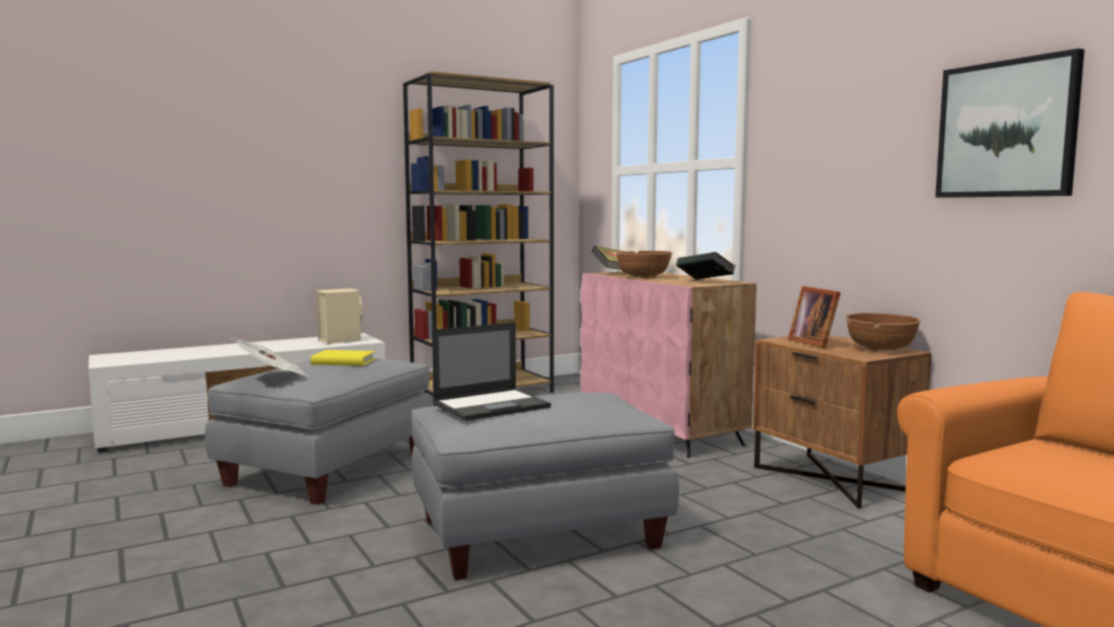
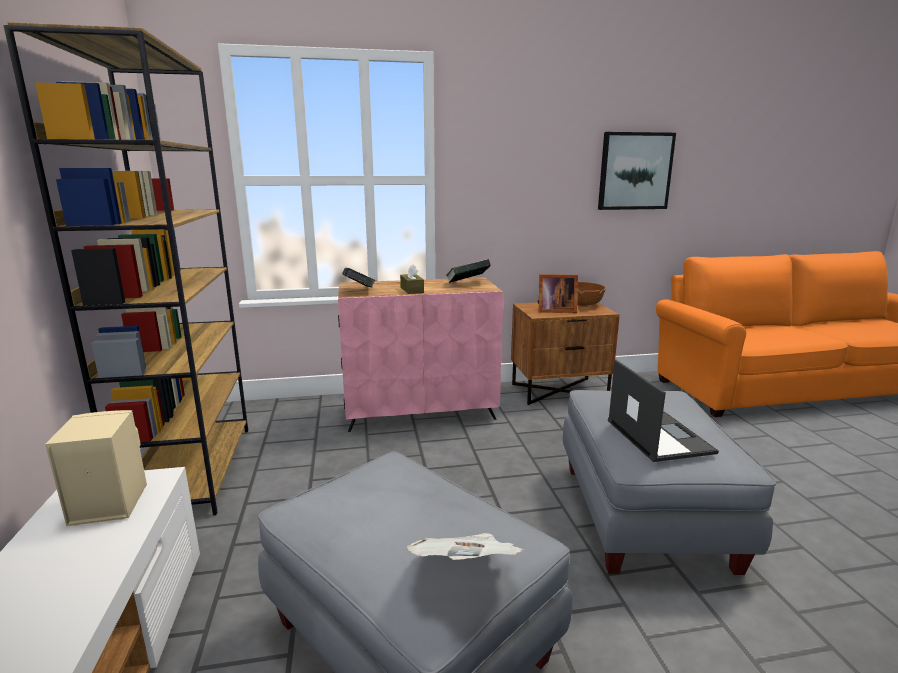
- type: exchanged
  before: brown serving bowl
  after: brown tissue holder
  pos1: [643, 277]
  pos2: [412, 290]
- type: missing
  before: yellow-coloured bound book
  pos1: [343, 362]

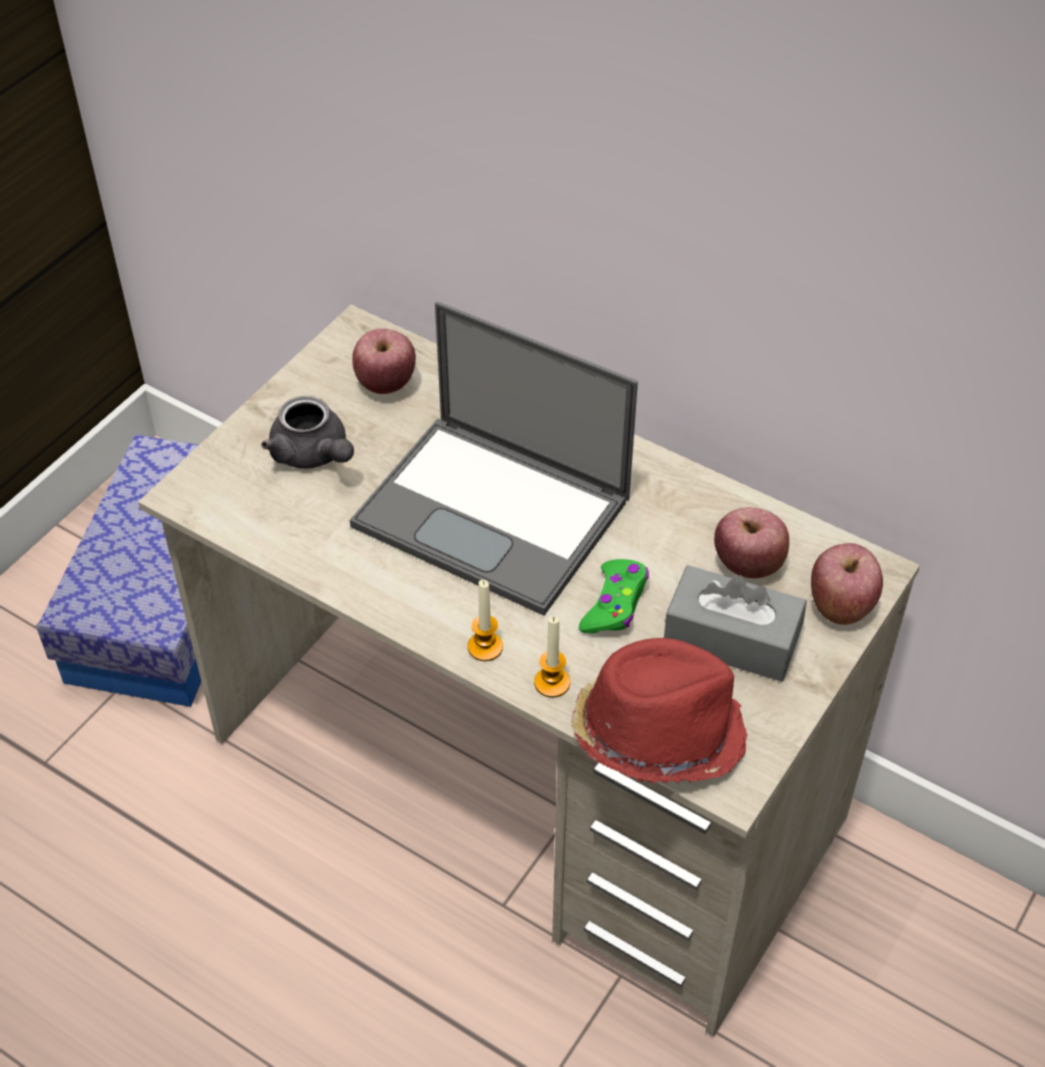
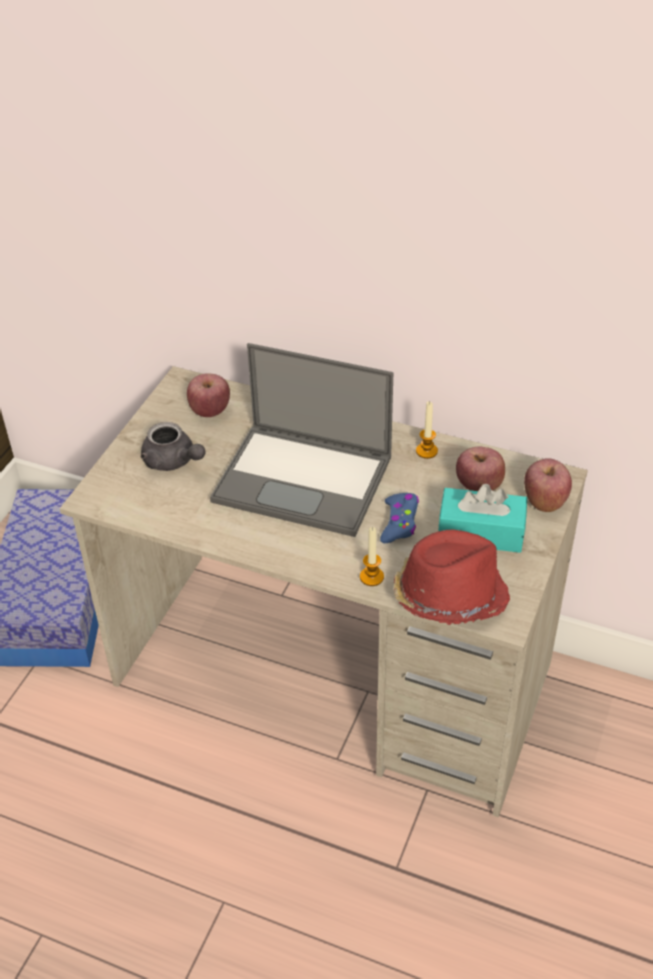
- type: colour
  before: green game controller
  after: blue game controller
  pos1: [615, 604]
  pos2: [399, 523]
- type: relocated
  before: wax light
  pos1: [485, 647]
  pos2: [426, 451]
- type: colour
  before: greyish tissue holder
  after: turquoise-coloured tissue holder
  pos1: [731, 639]
  pos2: [481, 532]

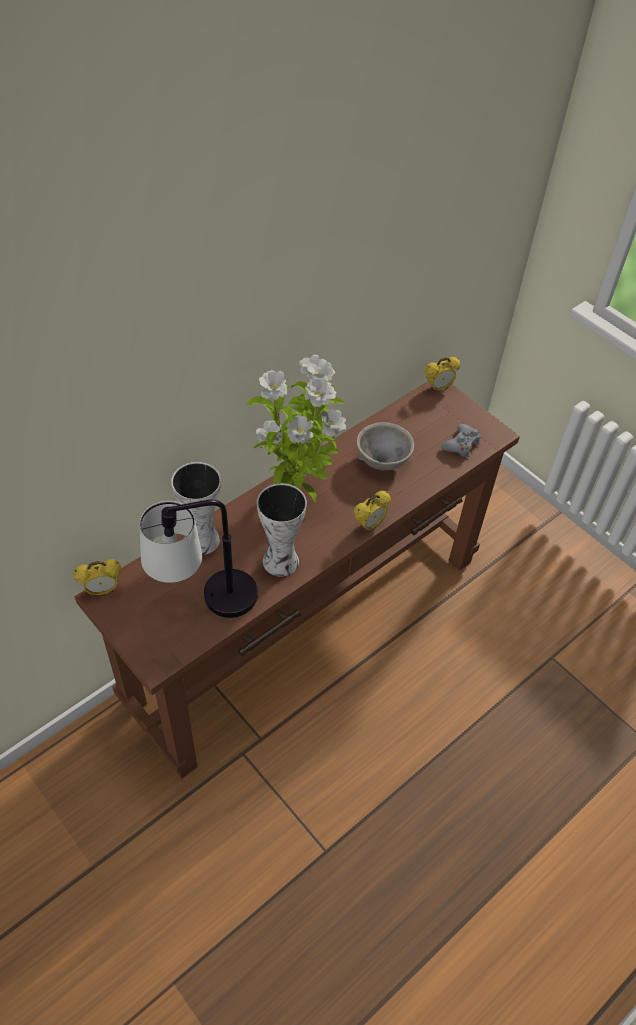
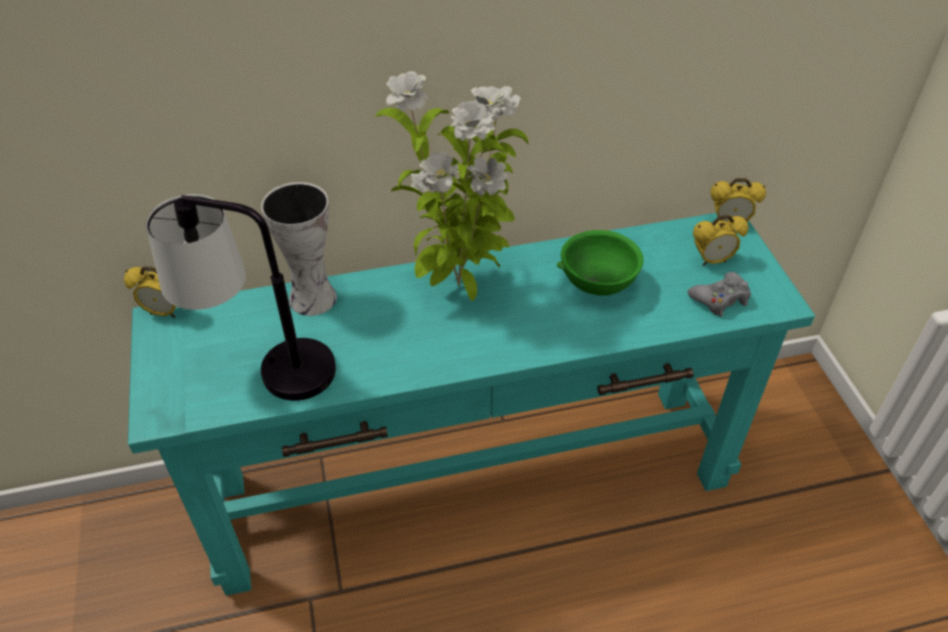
- type: colour
  before: brown hall table
  after: turquoise-coloured hall table
  pos1: [307, 628]
  pos2: [473, 484]
- type: colour
  before: greyish serving bowl
  after: green serving bowl
  pos1: [382, 461]
  pos2: [596, 284]
- type: relocated
  before: alarm clock
  pos1: [369, 525]
  pos2: [712, 261]
- type: missing
  before: decorative vase
  pos1: [280, 563]

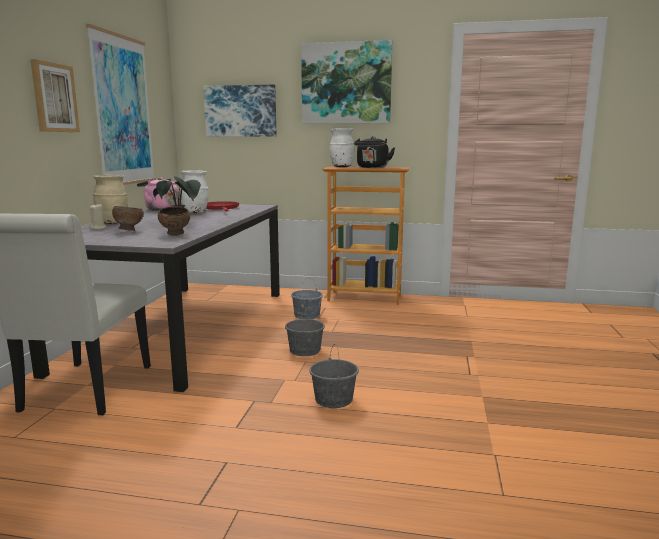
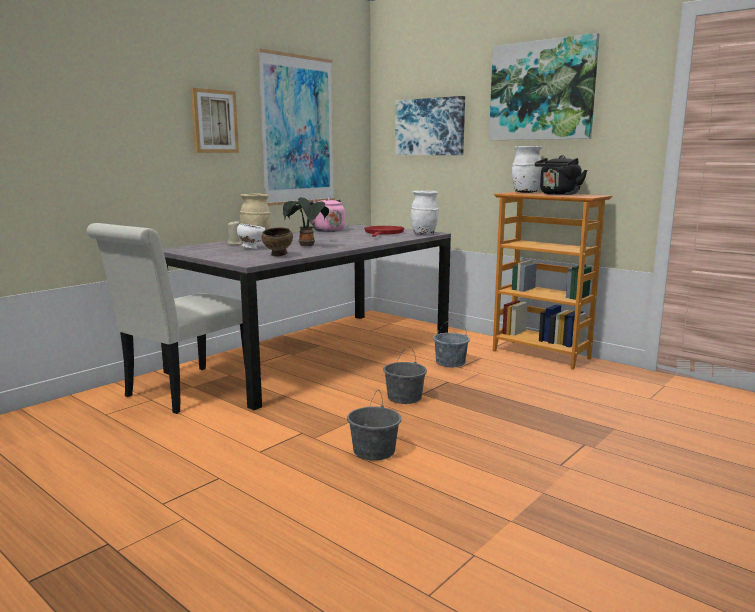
- type: colour
  before: brown serving bowl
  after: white serving bowl
  pos1: [129, 230]
  pos2: [251, 248]
- type: relocated
  before: white decorative vase
  pos1: [196, 212]
  pos2: [424, 234]

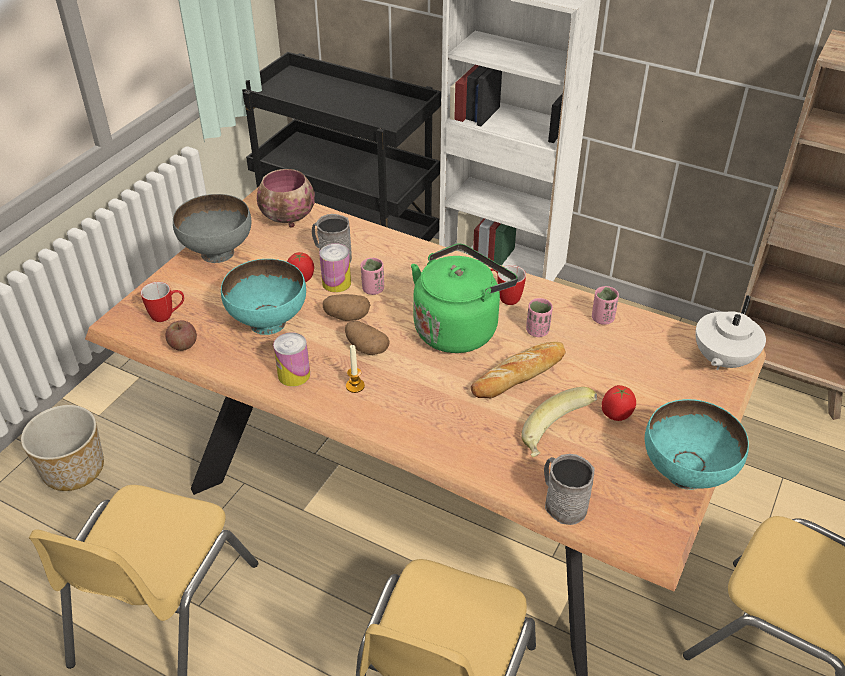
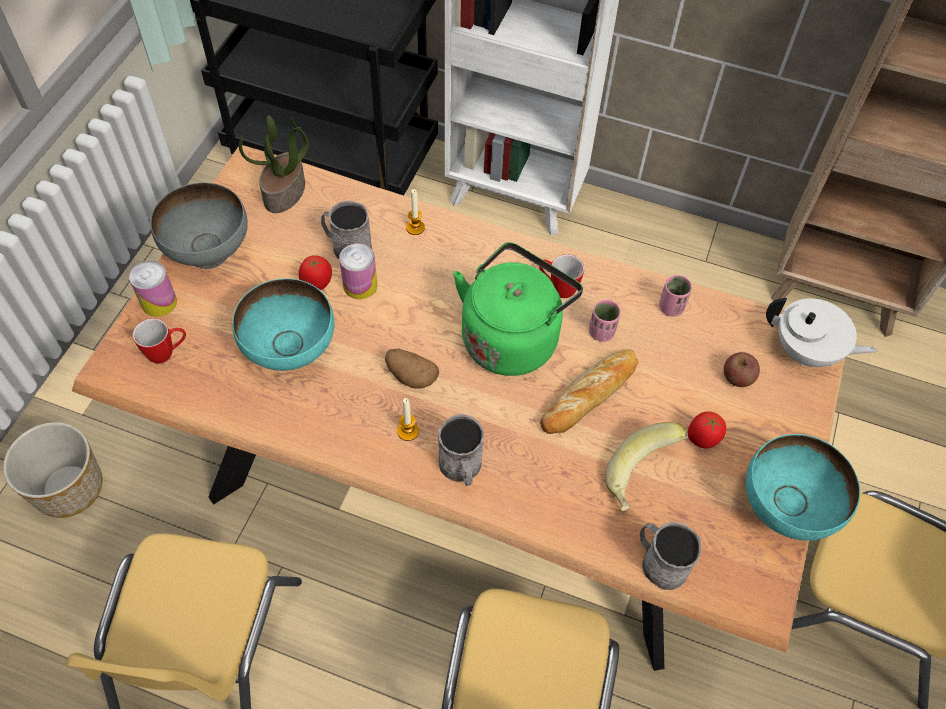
- type: relocated
  before: can
  pos1: [294, 375]
  pos2: [159, 302]
- type: exchanged
  before: serving bowl
  after: houseplant
  pos1: [288, 218]
  pos2: [285, 193]
- type: appeared
  after: wax light
  pos2: [415, 228]
- type: appeared
  after: greyish tea mug
  pos2: [461, 468]
- type: relocated
  before: apple fruit
  pos1: [183, 345]
  pos2: [737, 377]
- type: spun
  before: white tea pot
  pos1: [721, 360]
  pos2: [806, 352]
  turn: -90
- type: missing
  before: spud
  pos1: [346, 317]
- type: missing
  before: pink small cup
  pos1: [373, 289]

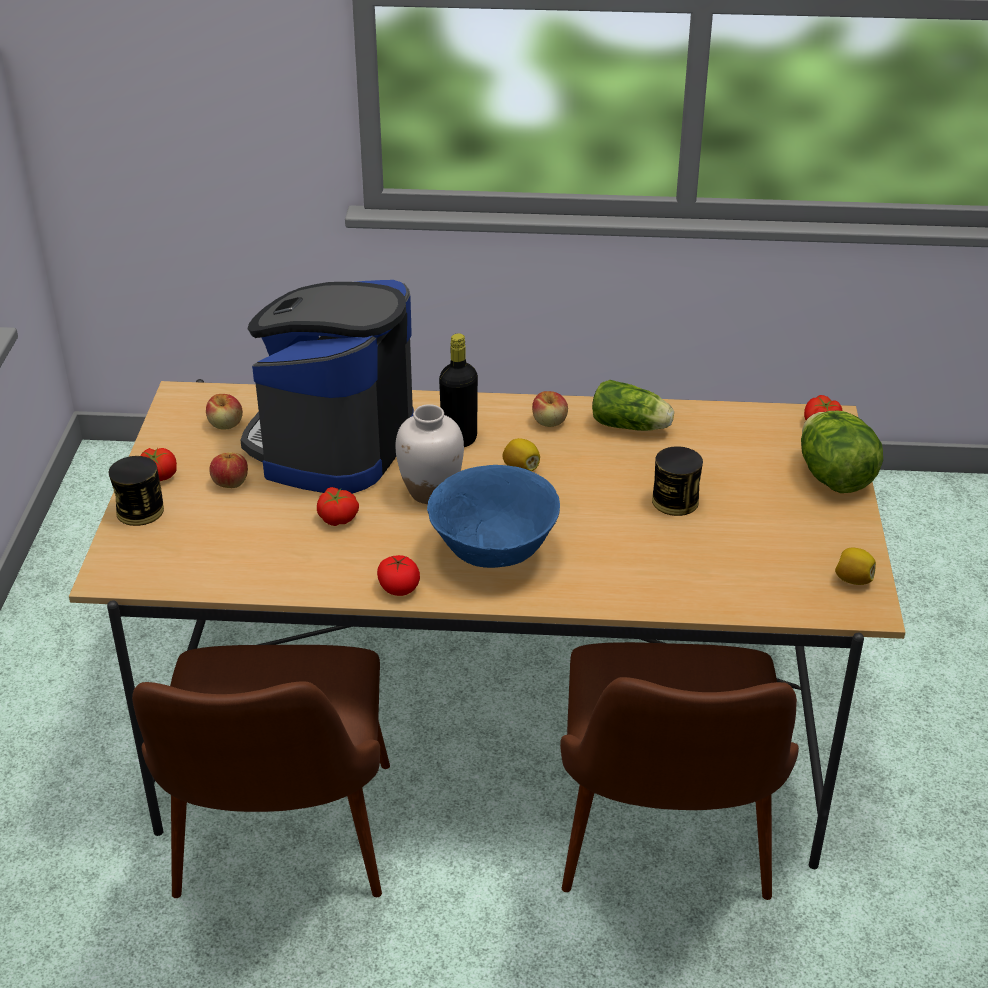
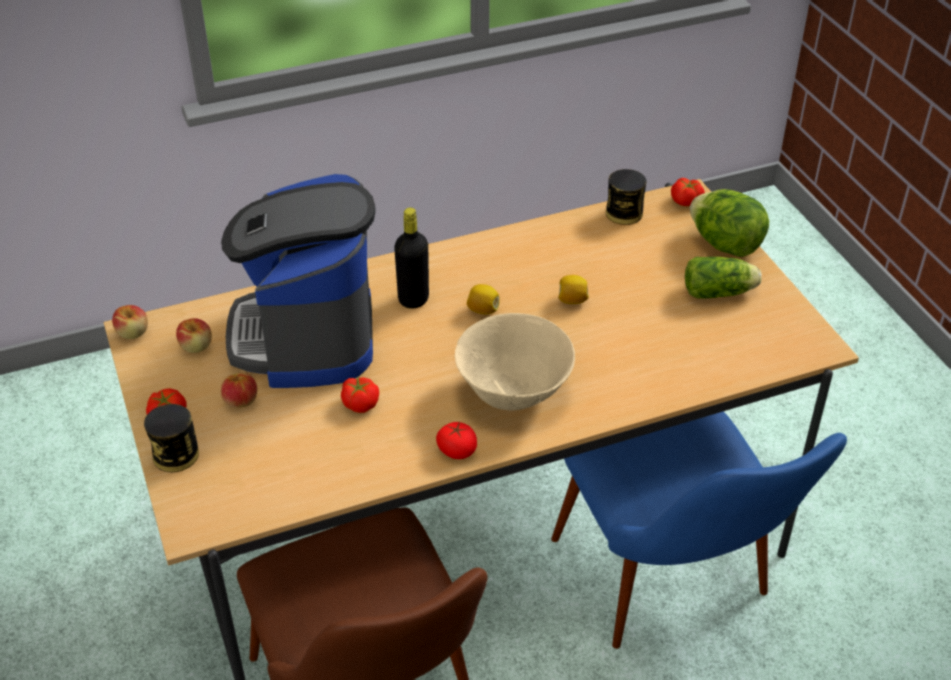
- type: relocated
  before: apple fruit
  pos1: [549, 422]
  pos2: [133, 333]
- type: colour
  before: blue serving bowl
  after: sand-coloured serving bowl
  pos1: [494, 554]
  pos2: [514, 394]
- type: colour
  before: brown plain chair
  after: blue plain chair
  pos1: [664, 861]
  pos2: [675, 593]
- type: relocated
  before: lemon
  pos1: [853, 579]
  pos2: [572, 300]
- type: relocated
  before: can
  pos1: [675, 501]
  pos2: [624, 213]
- type: relocated
  before: head of lettuce
  pos1: [632, 426]
  pos2: [720, 292]
- type: missing
  before: white decorative vase
  pos1: [431, 492]

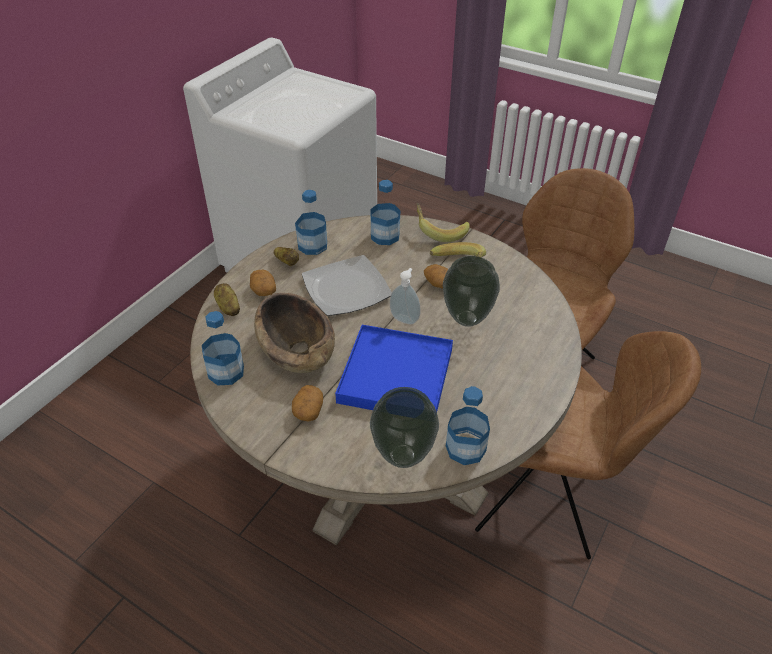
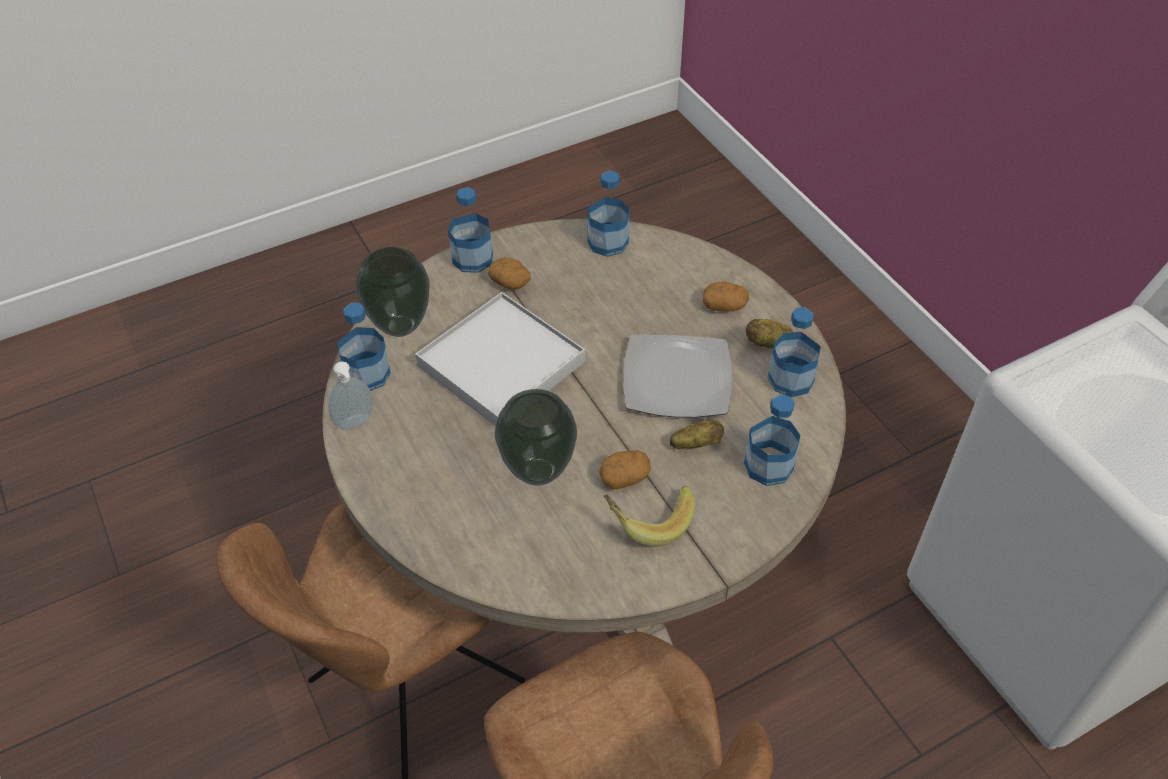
- type: relocated
  before: soap dispenser
  pos1: [405, 319]
  pos2: [356, 423]
- type: colour
  before: blue tray
  after: white tray
  pos1: [395, 375]
  pos2: [501, 364]
- type: appeared
  after: beverage bottle
  pos2: [472, 259]
- type: relocated
  before: spud
  pos1: [228, 307]
  pos2: [695, 444]
- type: missing
  before: brown serving bowl
  pos1: [297, 350]
- type: missing
  before: banana fruit
  pos1: [440, 231]

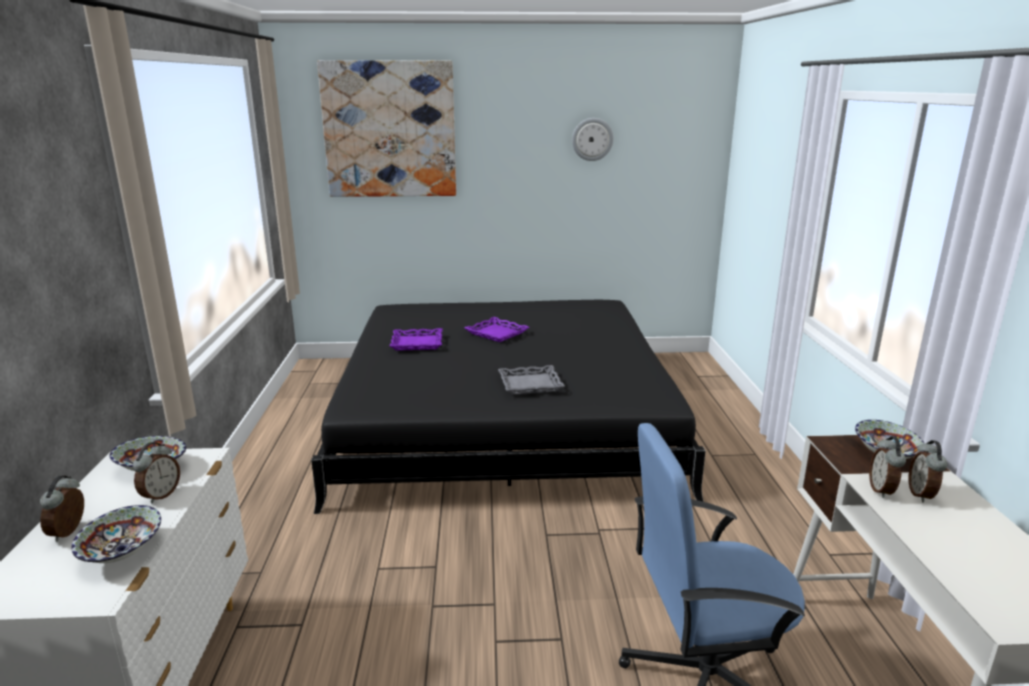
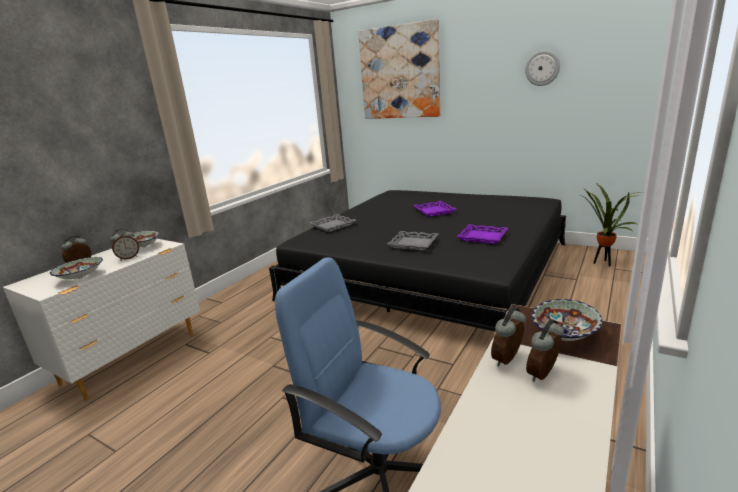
- type: appeared
  after: greyish tray
  pos2: [332, 225]
- type: relocated
  before: purple tray
  pos1: [417, 343]
  pos2: [482, 237]
- type: appeared
  after: houseplant
  pos2: [603, 264]

